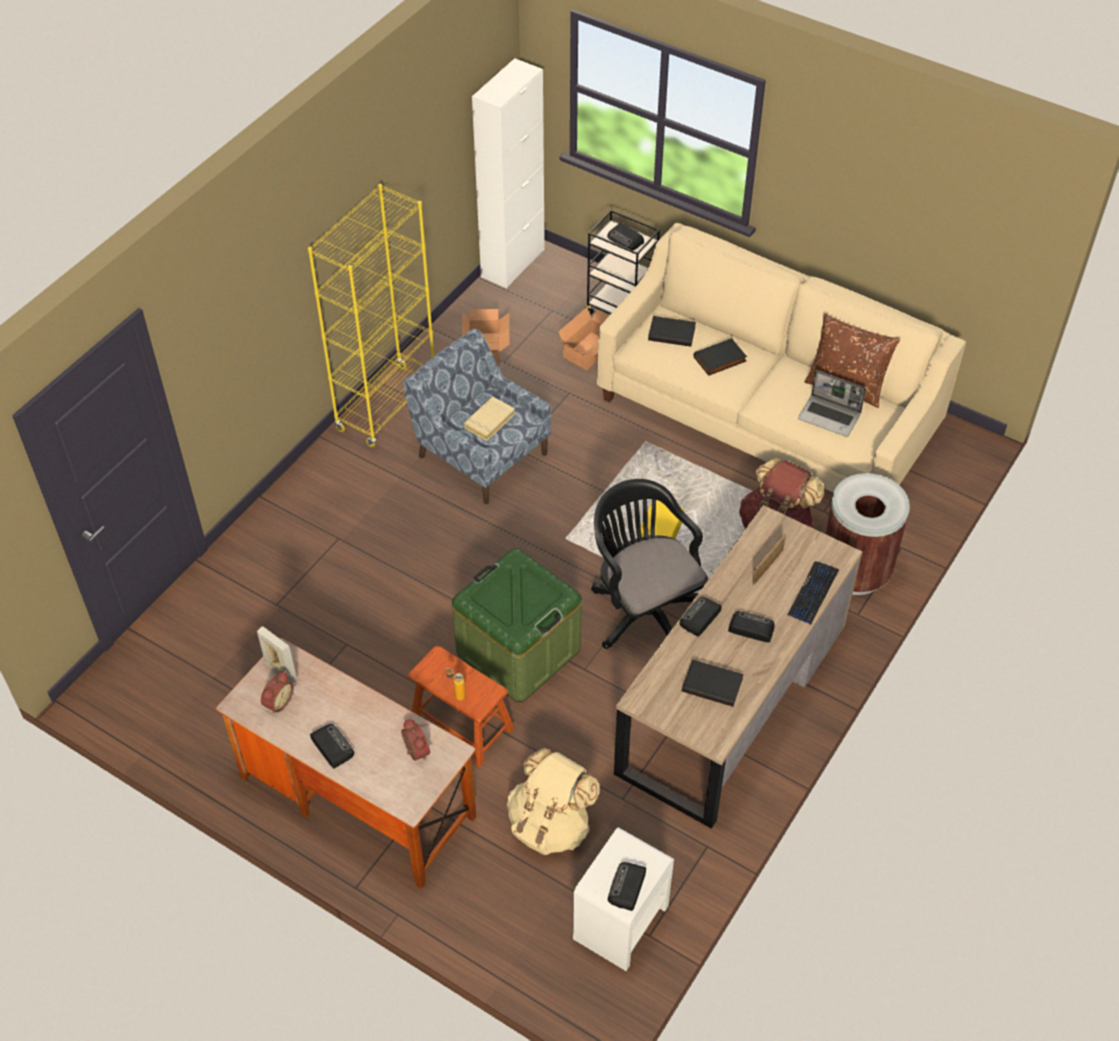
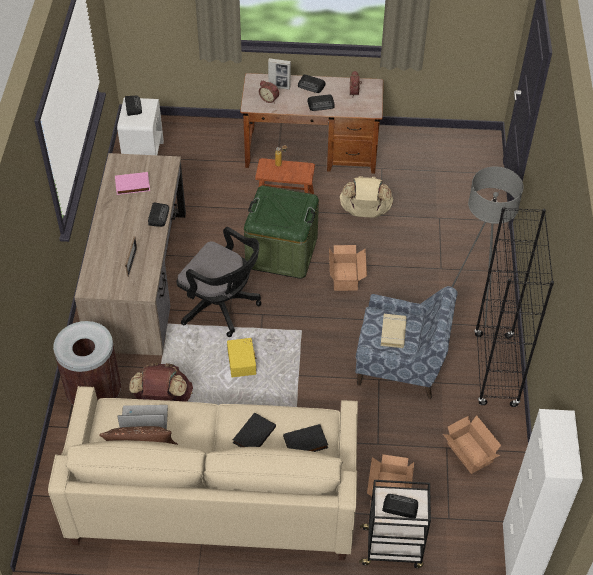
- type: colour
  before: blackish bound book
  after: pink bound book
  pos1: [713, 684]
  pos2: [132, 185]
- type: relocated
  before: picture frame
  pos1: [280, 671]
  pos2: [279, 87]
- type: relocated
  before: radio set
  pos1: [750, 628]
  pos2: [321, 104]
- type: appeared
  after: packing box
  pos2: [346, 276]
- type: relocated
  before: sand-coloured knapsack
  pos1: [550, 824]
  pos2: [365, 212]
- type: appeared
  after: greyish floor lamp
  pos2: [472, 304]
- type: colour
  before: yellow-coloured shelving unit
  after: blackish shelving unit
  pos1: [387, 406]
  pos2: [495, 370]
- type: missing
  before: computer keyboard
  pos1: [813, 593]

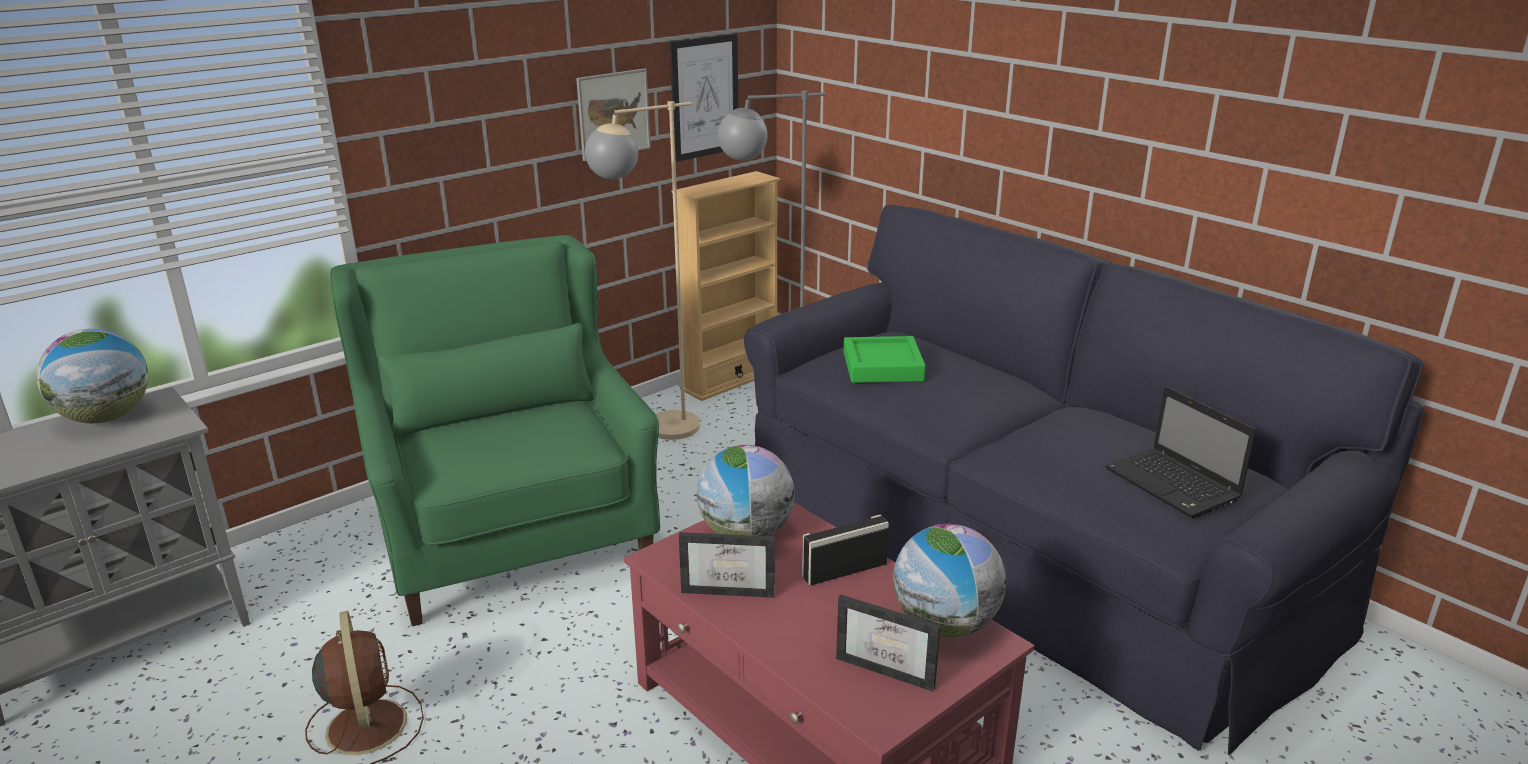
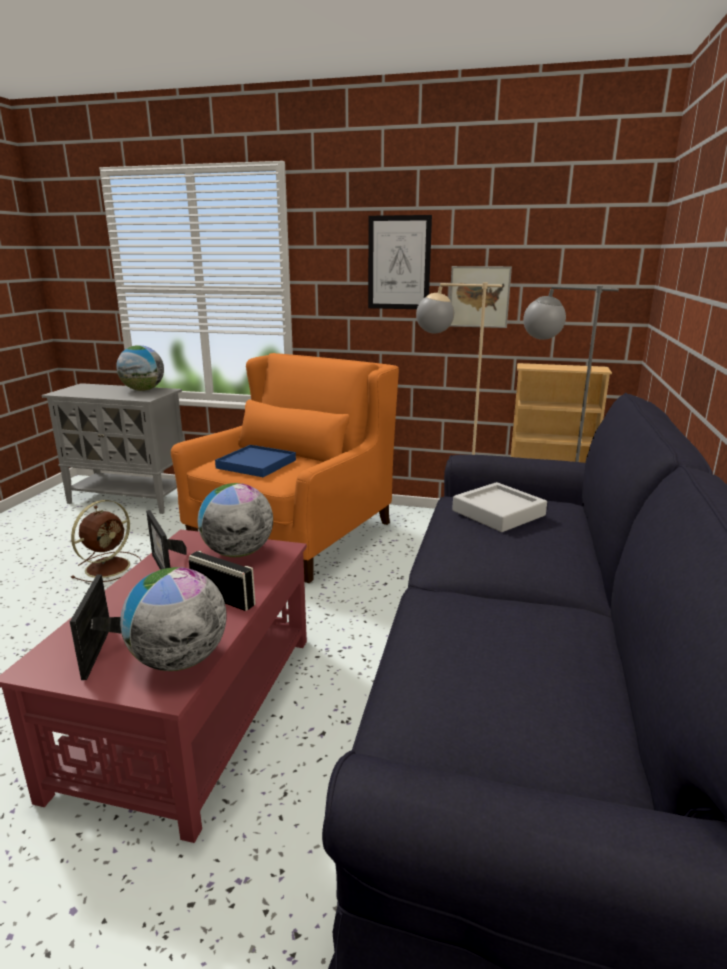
- type: colour
  before: green easy chair
  after: orange-coloured easy chair
  pos1: [510, 531]
  pos2: [293, 534]
- type: appeared
  after: blue tray
  pos2: [256, 464]
- type: relocated
  before: wall picture
  pos1: [705, 97]
  pos2: [399, 263]
- type: colour
  before: green tray
  after: greyish tray
  pos1: [882, 367]
  pos2: [498, 513]
- type: missing
  before: portable computer
  pos1: [1174, 486]

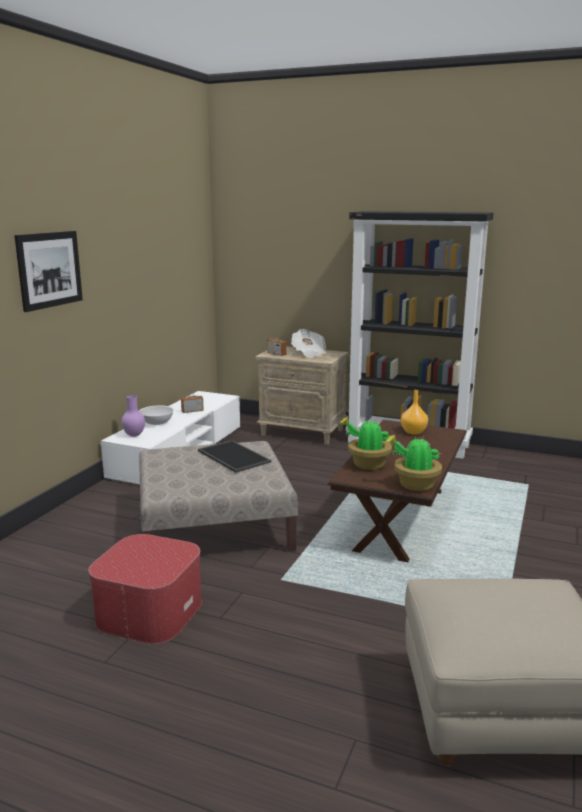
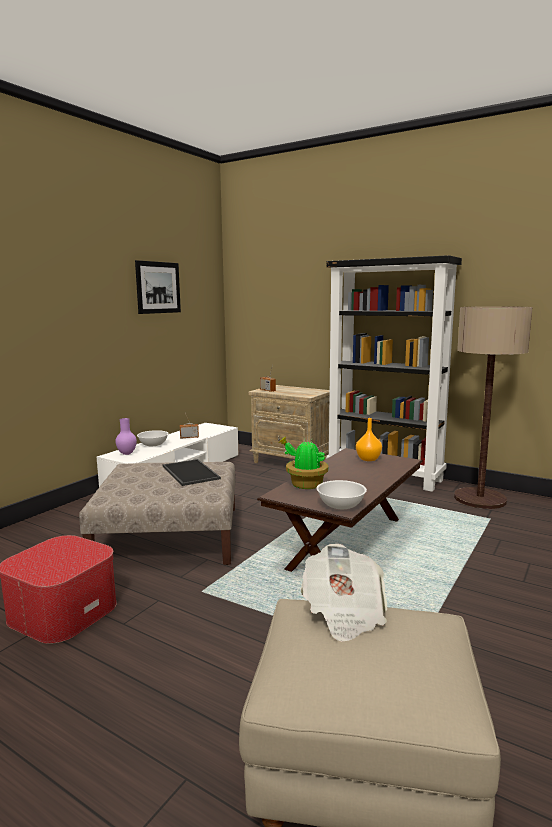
- type: relocated
  before: wall picture
  pos1: [49, 269]
  pos2: [158, 287]
- type: relocated
  before: newspaper
  pos1: [308, 353]
  pos2: [343, 612]
- type: exchanged
  before: houseplant
  after: white serving bowl
  pos1: [414, 485]
  pos2: [340, 505]
- type: appeared
  after: floor lamp
  pos2: [480, 499]

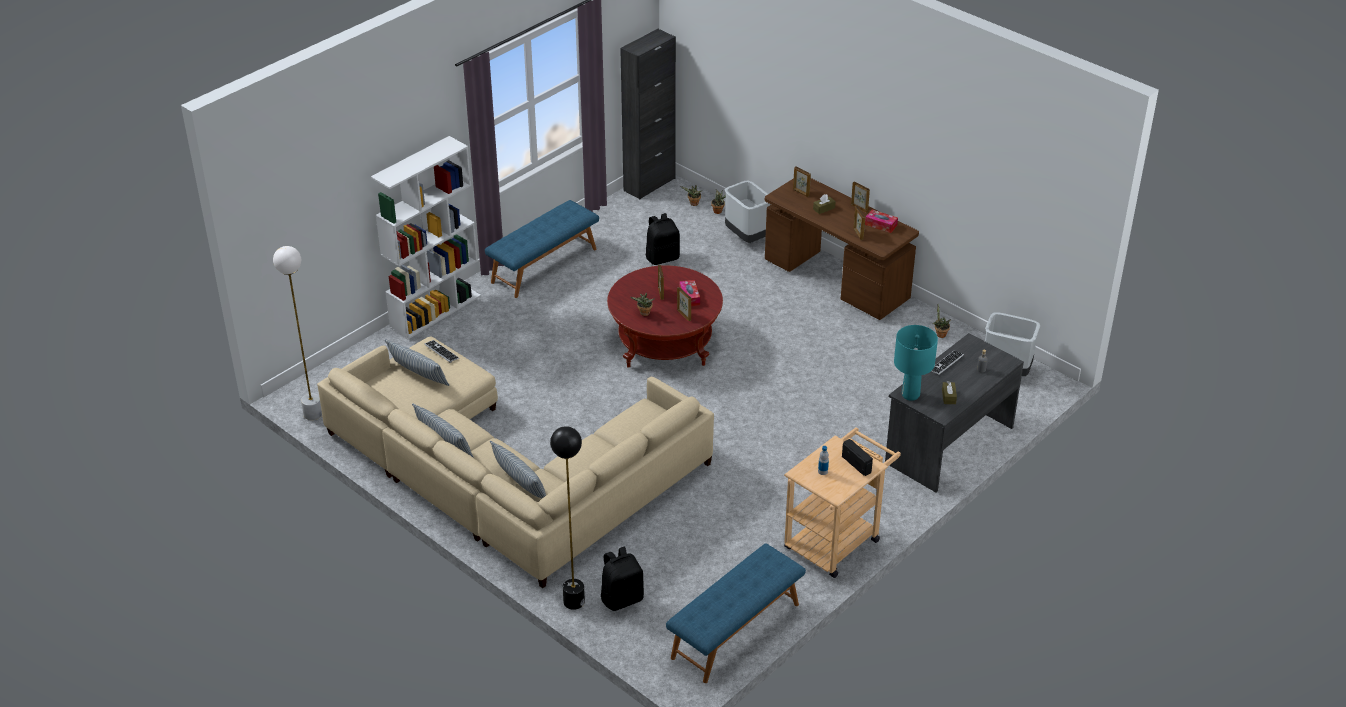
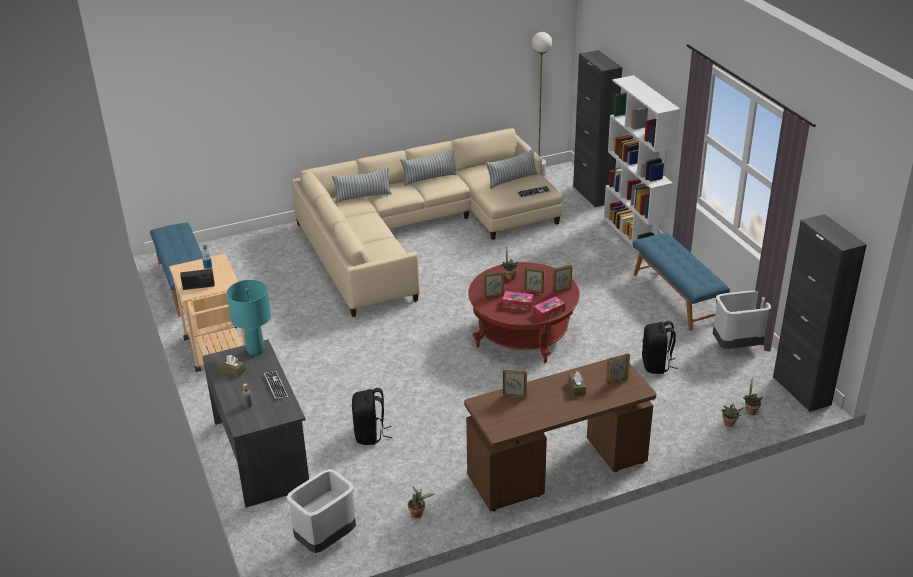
- type: relocated
  before: blackish knapsack
  pos1: [622, 598]
  pos2: [370, 434]
- type: relocated
  before: tissue holder
  pos1: [881, 225]
  pos2: [549, 312]
- type: relocated
  before: picture frame
  pos1: [859, 208]
  pos2: [562, 290]
- type: appeared
  after: blackish cupboard
  pos2: [592, 194]
- type: relocated
  before: greyish rubbish bin
  pos1: [746, 237]
  pos2: [736, 346]
- type: missing
  before: blackish floor lamp
  pos1: [573, 602]

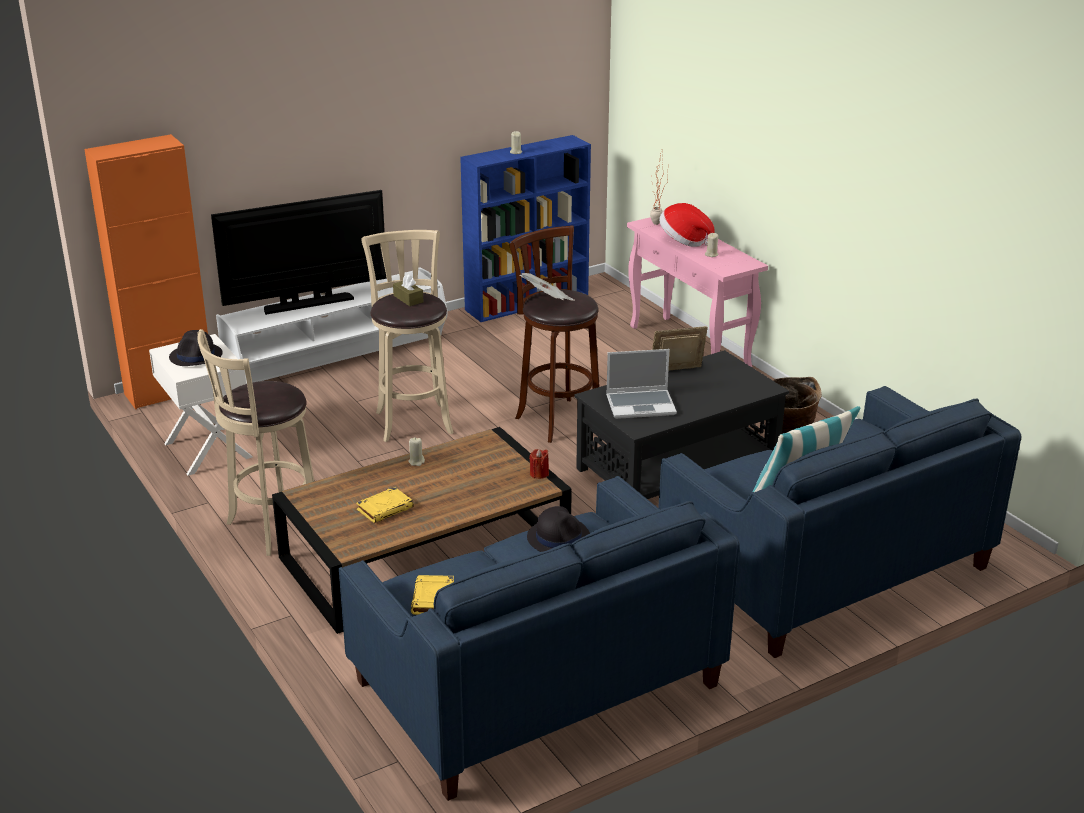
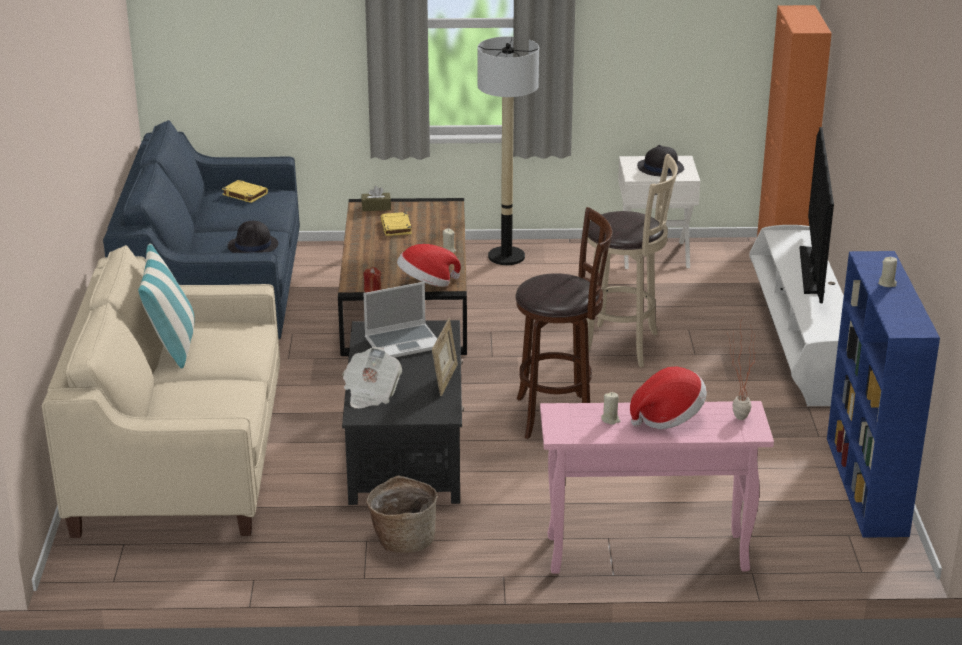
- type: colour
  before: blue sofa
  after: sand-coloured sofa
  pos1: [824, 566]
  pos2: [180, 458]
- type: relocated
  before: newspaper
  pos1: [547, 300]
  pos2: [371, 393]
- type: relocated
  before: brown tissue holder
  pos1: [408, 299]
  pos2: [376, 207]
- type: spun
  before: portable computer
  pos1: [641, 405]
  pos2: [403, 342]
  turn: -135
- type: appeared
  after: clothing hat
  pos2: [427, 283]
- type: exchanged
  before: sand-coloured stool
  after: floor lamp
  pos1: [271, 528]
  pos2: [506, 256]

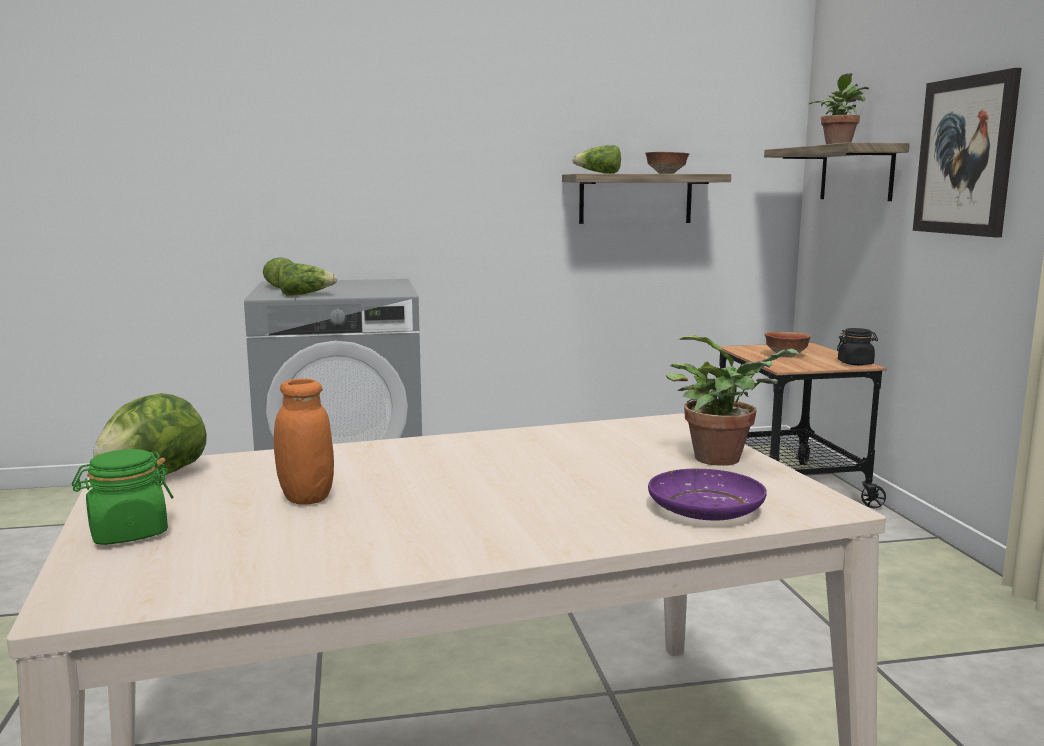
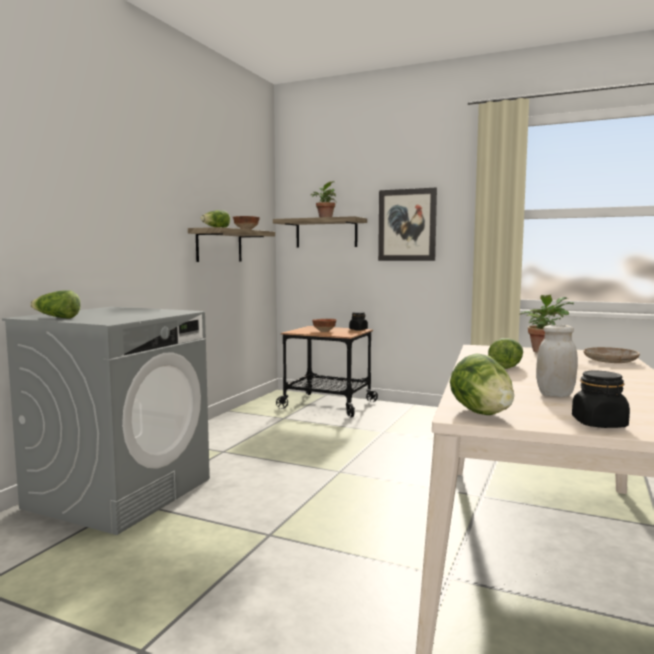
- type: relocated
  before: head of lettuce
  pos1: [305, 295]
  pos2: [505, 366]
- type: colour
  before: orange-coloured storage jar
  after: white storage jar
  pos1: [306, 498]
  pos2: [555, 394]
- type: colour
  before: green storage jar
  after: blackish storage jar
  pos1: [128, 533]
  pos2: [599, 424]
- type: colour
  before: purple dinner plate
  after: sand-coloured dinner plate
  pos1: [705, 509]
  pos2: [610, 361]

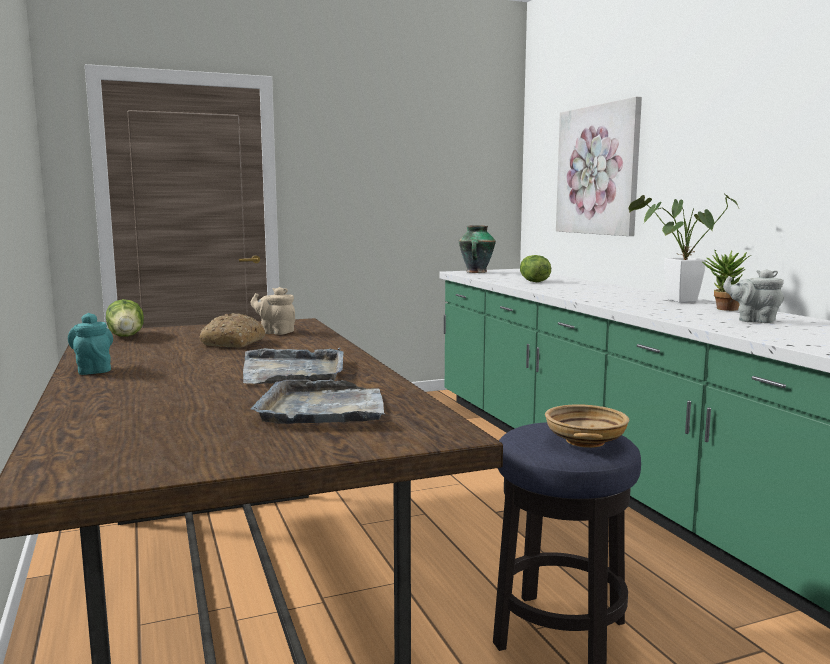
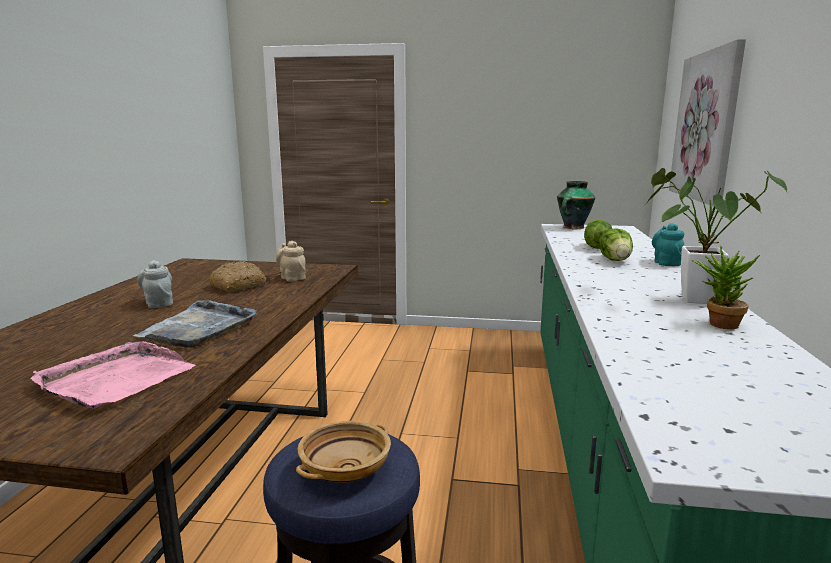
- type: colour
  before: greyish tray
  after: pink tray
  pos1: [323, 408]
  pos2: [116, 379]
- type: relocated
  before: greyish tea pot
  pos1: [753, 320]
  pos2: [158, 303]
- type: relocated
  before: head of lettuce
  pos1: [127, 336]
  pos2: [615, 260]
- type: relocated
  before: turquoise-coloured tea pot
  pos1: [93, 370]
  pos2: [666, 263]

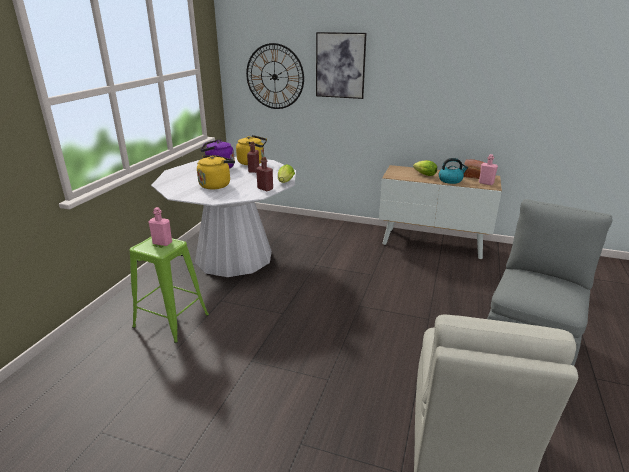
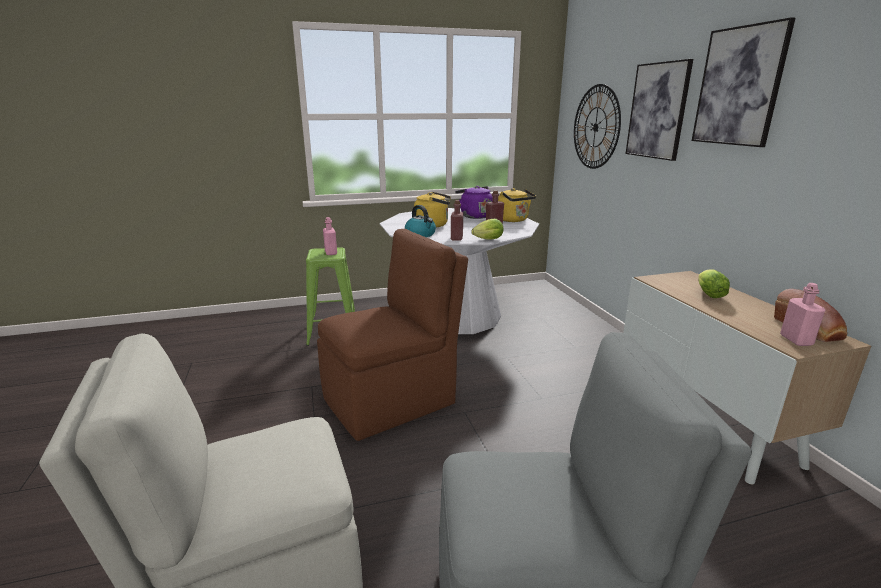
- type: appeared
  after: brown plain chair
  pos2: [392, 400]
- type: relocated
  before: water kettle
  pos1: [450, 180]
  pos2: [421, 234]
- type: appeared
  after: wall picture
  pos2: [739, 86]

